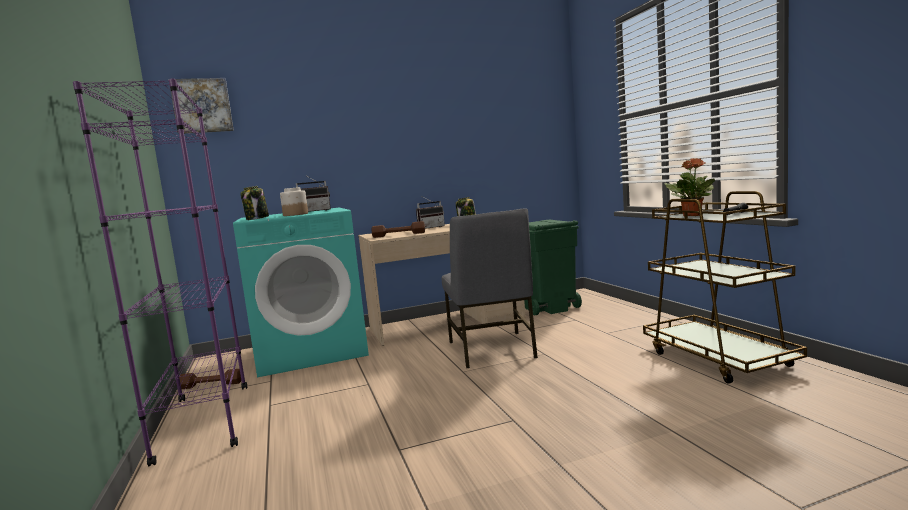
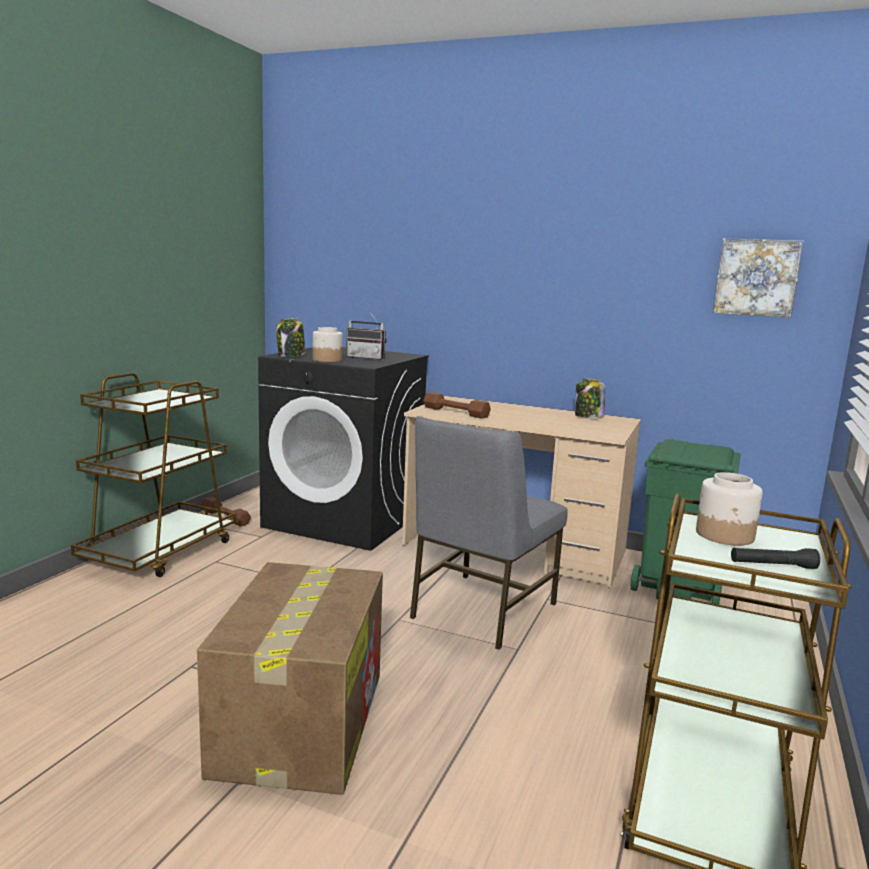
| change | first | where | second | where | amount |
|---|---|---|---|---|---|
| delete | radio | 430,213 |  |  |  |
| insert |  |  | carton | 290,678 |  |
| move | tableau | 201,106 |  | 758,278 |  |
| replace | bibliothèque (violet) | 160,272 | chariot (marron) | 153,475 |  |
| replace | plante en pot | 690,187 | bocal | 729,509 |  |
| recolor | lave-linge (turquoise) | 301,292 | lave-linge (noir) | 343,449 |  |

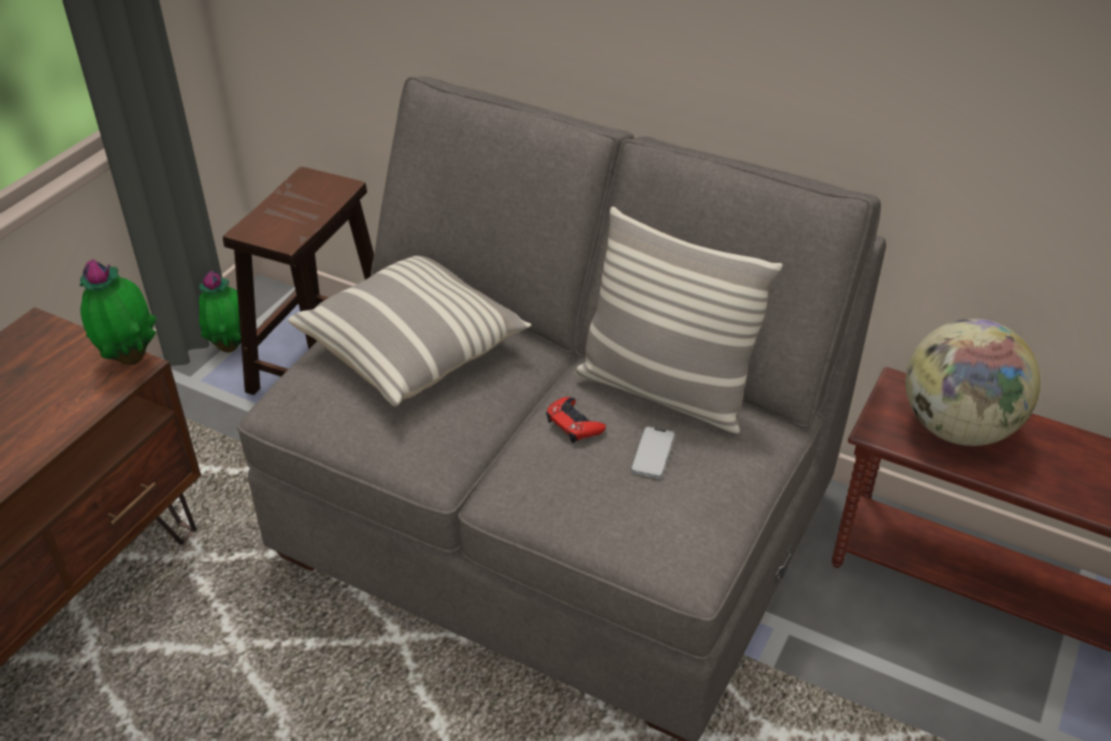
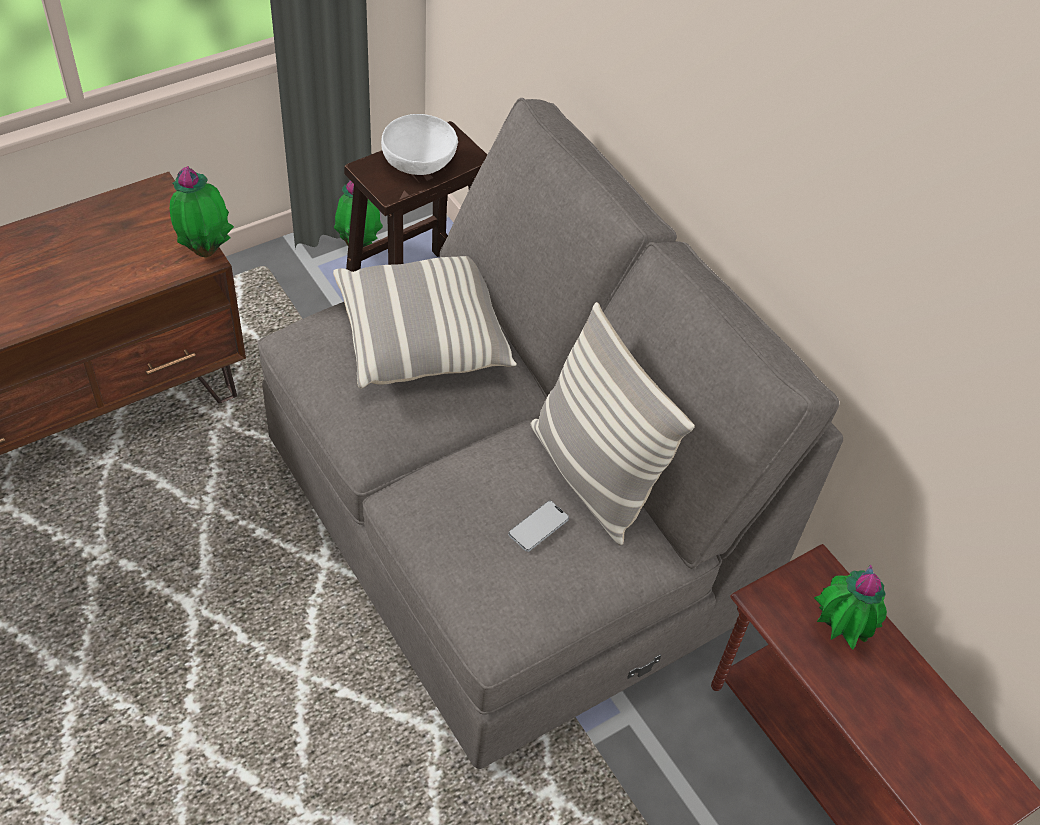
| change | first | where | second | where | amount |
|---|---|---|---|---|---|
| delete | manette (rouge) | 576,420 |  |  |  |
| insert |  |  | bol (blanc) | 419,144 |  |
| replace | globe | 973,382 | plante en pot | 850,607 |  |

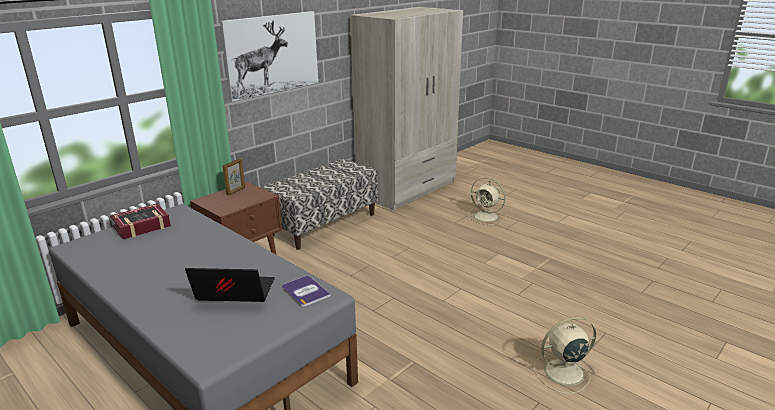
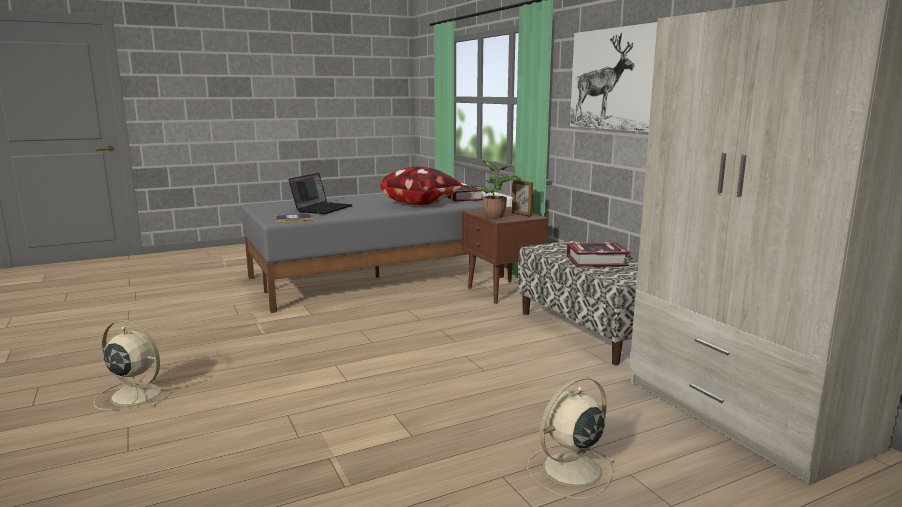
| change | first | where | second | where | amount |
|---|---|---|---|---|---|
| insert |  |  | coussin | 421,186 |  |
| insert |  |  | plante en pot | 496,189 |  |
| insert |  |  | livre | 598,254 |  |
| rotate | ventilateur (beige) | 566,355 |  | 133,365 | 75 degrees counterclockwise |

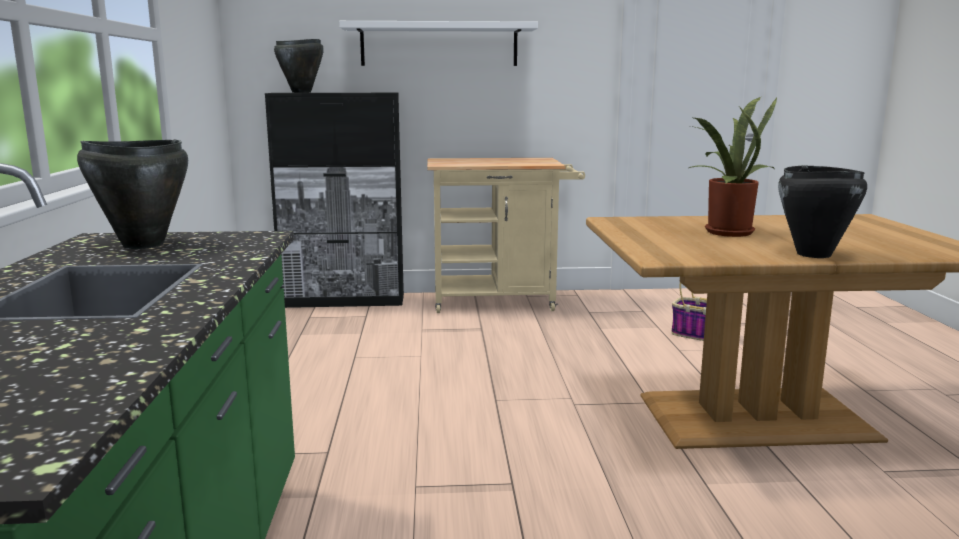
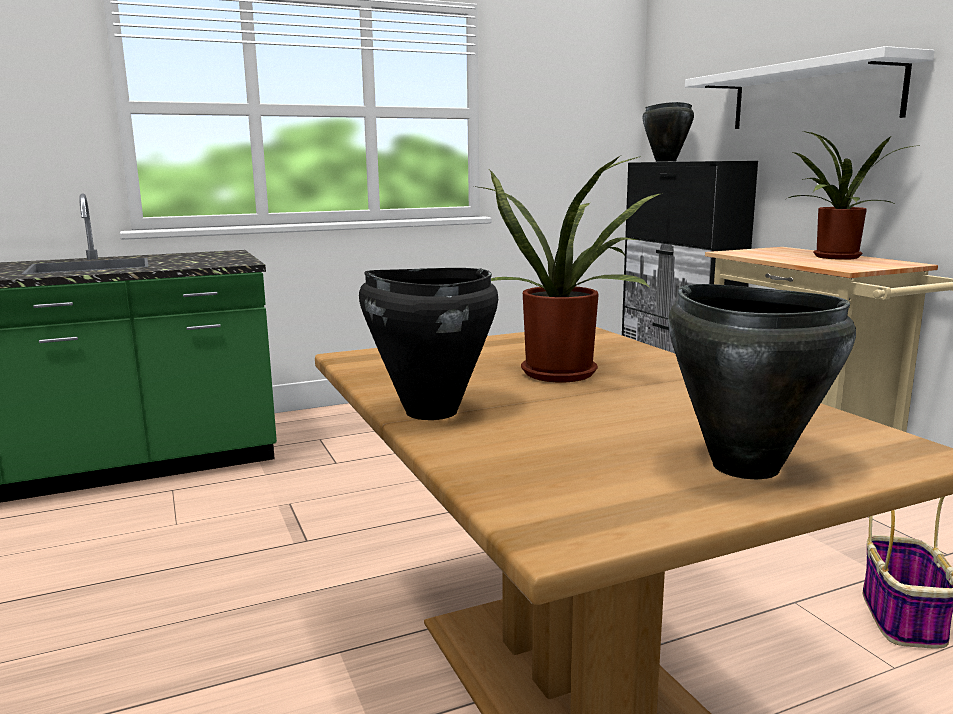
| change | first | where | second | where | amount |
|---|---|---|---|---|---|
| insert |  |  | plante en pot | 854,195 |  |
| move | marmite (noir) | 132,194 |  | 762,381 |  |

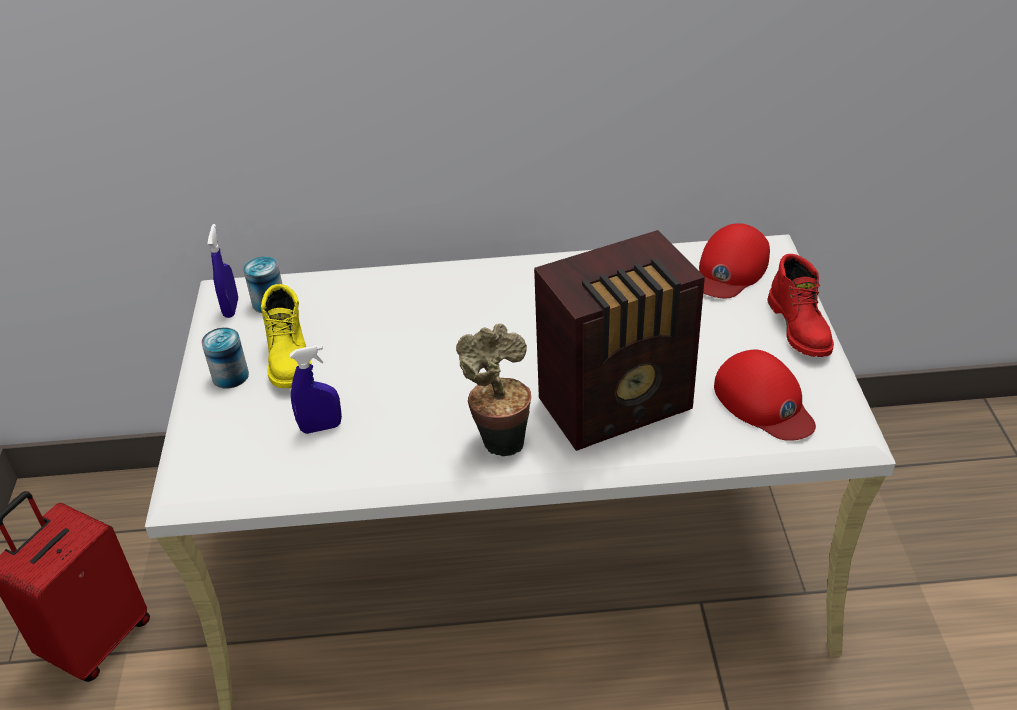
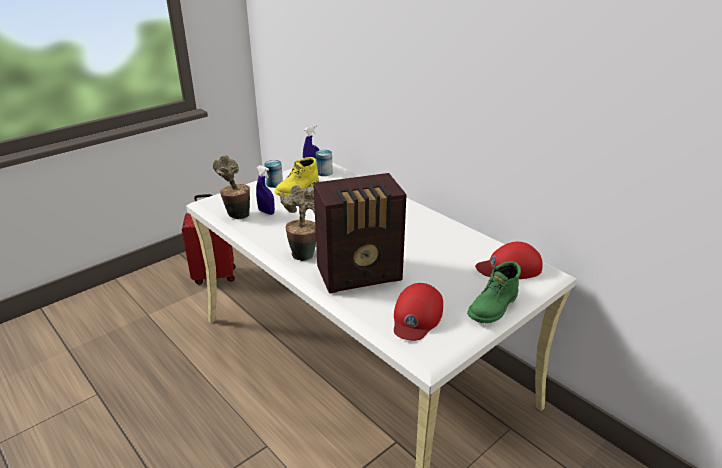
| change | first | where | second | where | amount |
|---|---|---|---|---|---|
| insert |  |  | plante en pot | 231,187 |  |
| recolor | botte (rouge) | 800,305 | botte (vert) | 494,292 |  |
| rotate | radio | 619,340 |  | 360,233 | 45 degrees counterclockwise |

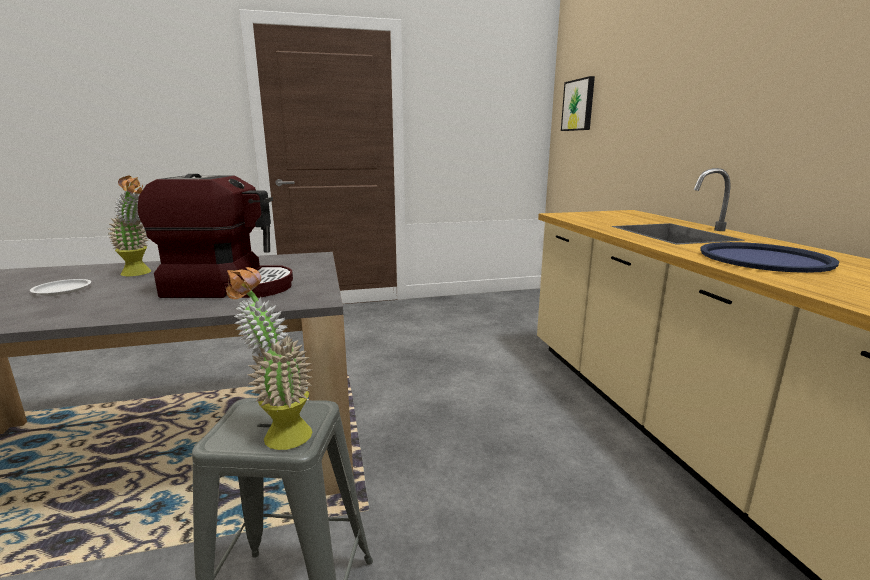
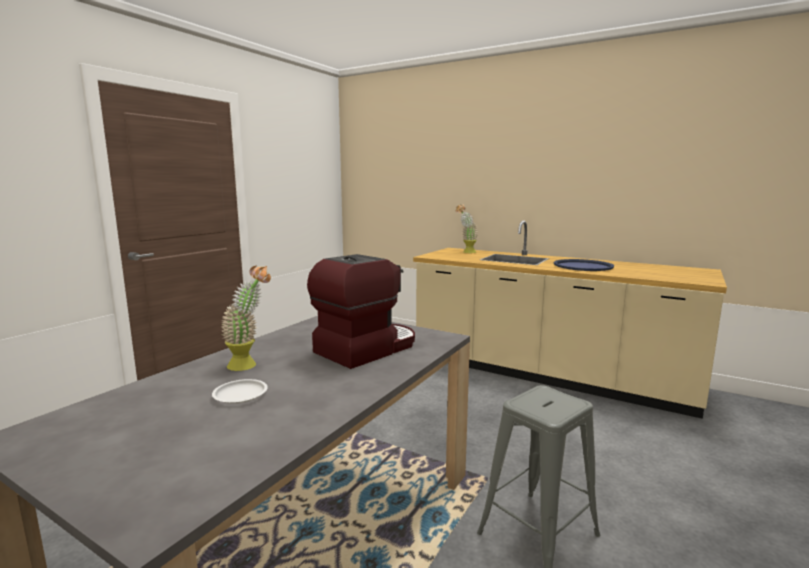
| change | first | where | second | where | amount |
|---|---|---|---|---|---|
| delete | tableau | 578,103 |  |  |  |
| move | plante en pot | 269,358 |  | 467,229 |  |

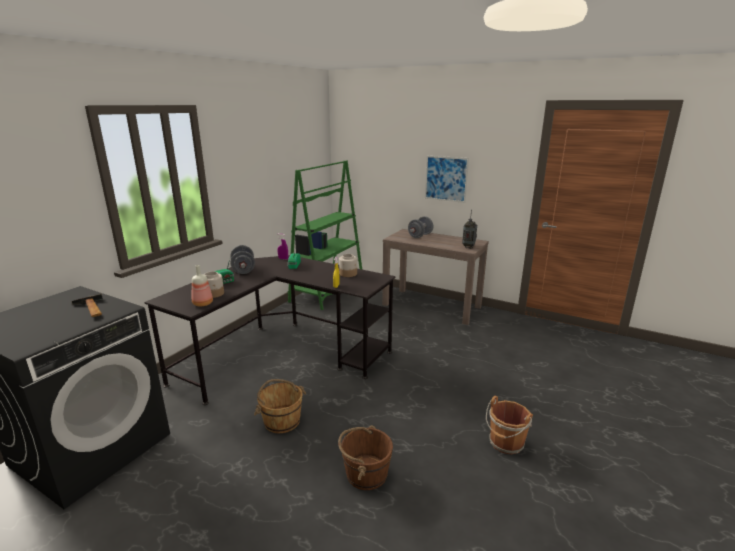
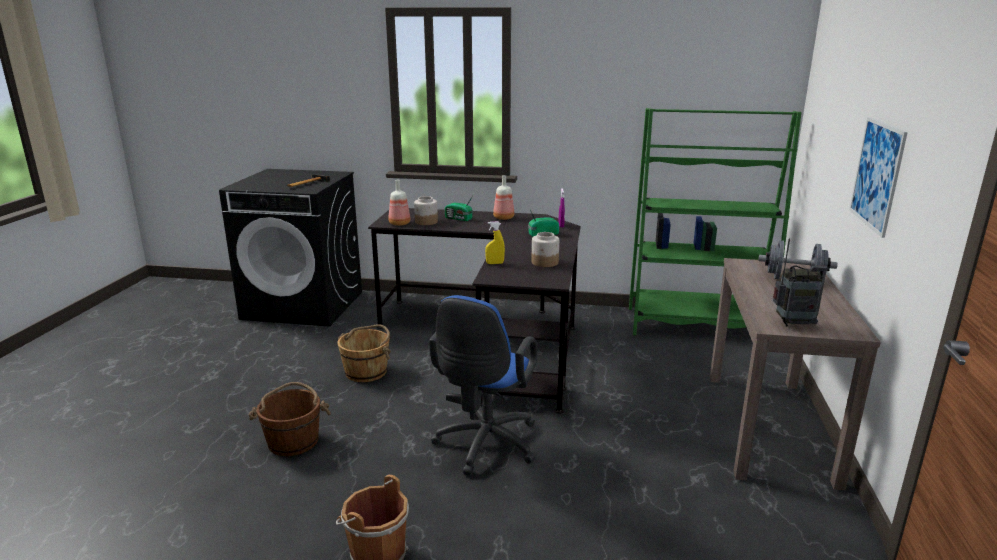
| change | first | where | second | where | amount |
|---|---|---|---|---|---|
| insert |  |  | chaise de bureau (bleu) | 483,385 |  |
| replace | haltère (gris) | 242,259 | bouteille | 503,197 |  |

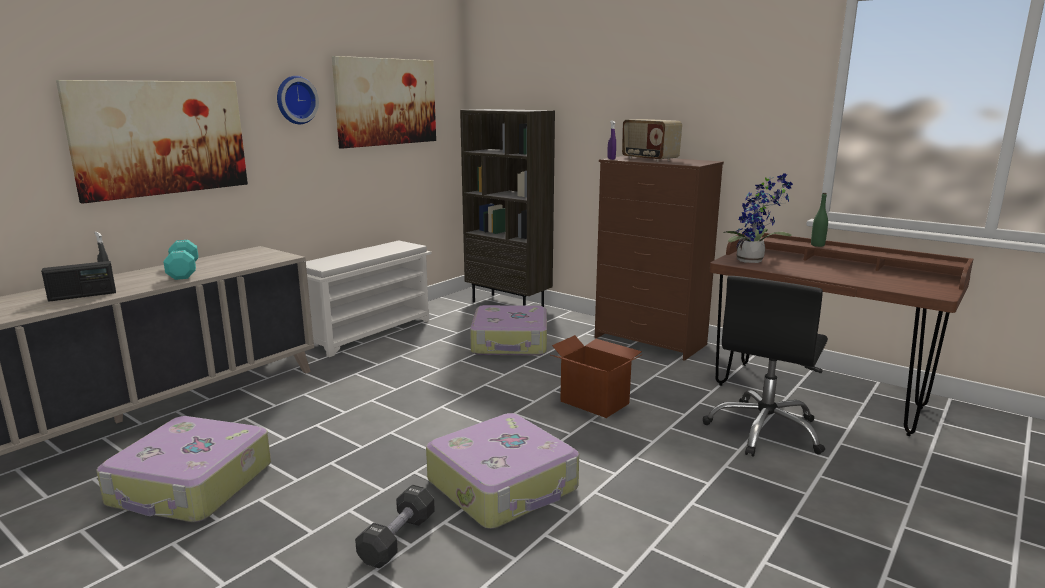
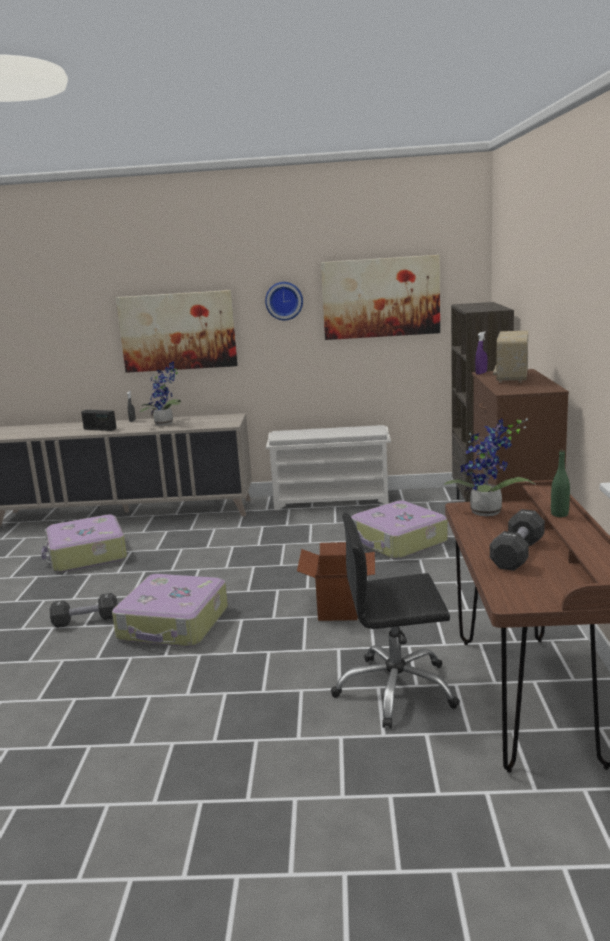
| change | first | where | second | where | amount |
|---|---|---|---|---|---|
| insert |  |  | haltère (noir) | 517,540 |  |
| replace | haltère (turquoise) | 181,260 | plante en pot | 160,393 |  |

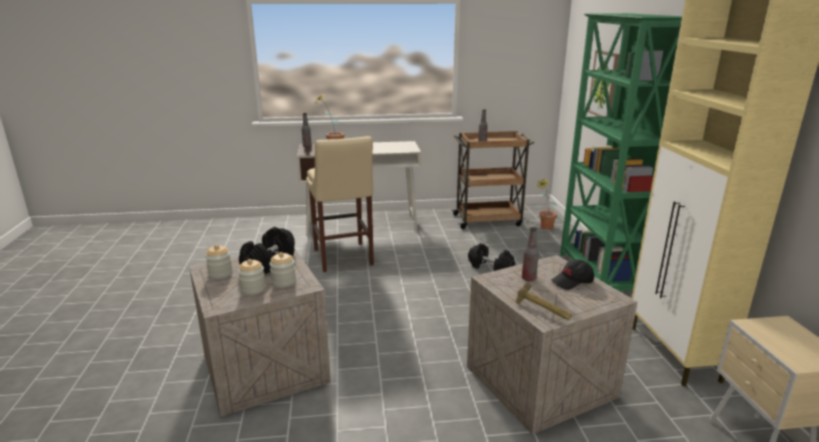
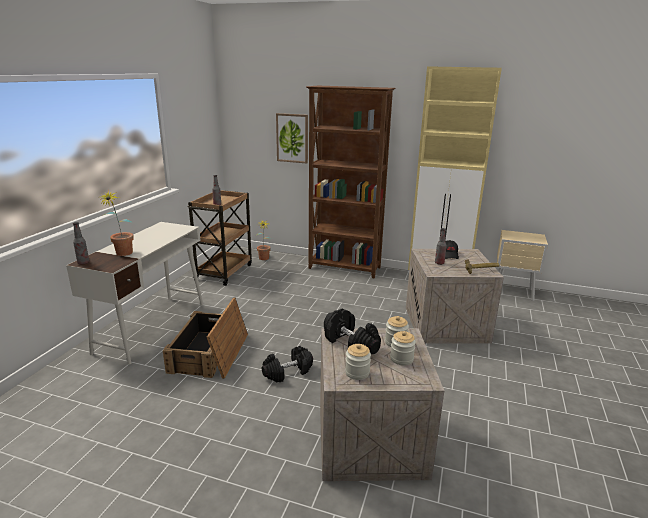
| change | first | where | second | where | amount |
|---|---|---|---|---|---|
| move | haltère (noir) | 491,257 |  | 287,364 |  |
| replace | tabouret (beige) | 340,204 | caisse | 205,338 |  |
| recolor | bibliothèque (vert) | 621,152 | bibliothèque (marron) | 351,182 |  |

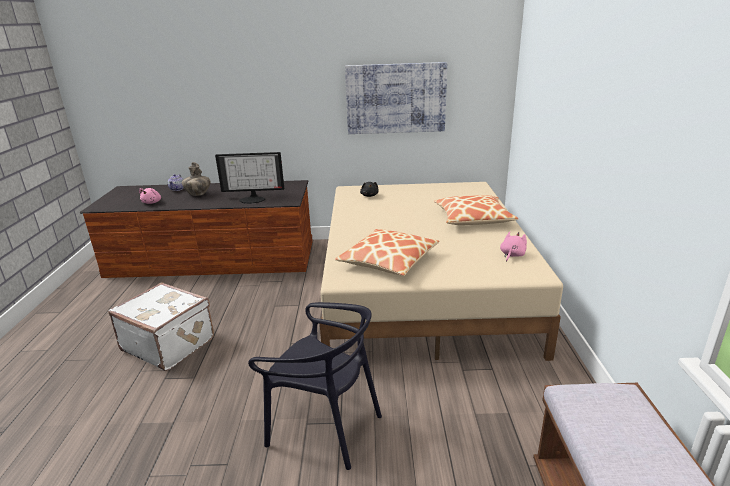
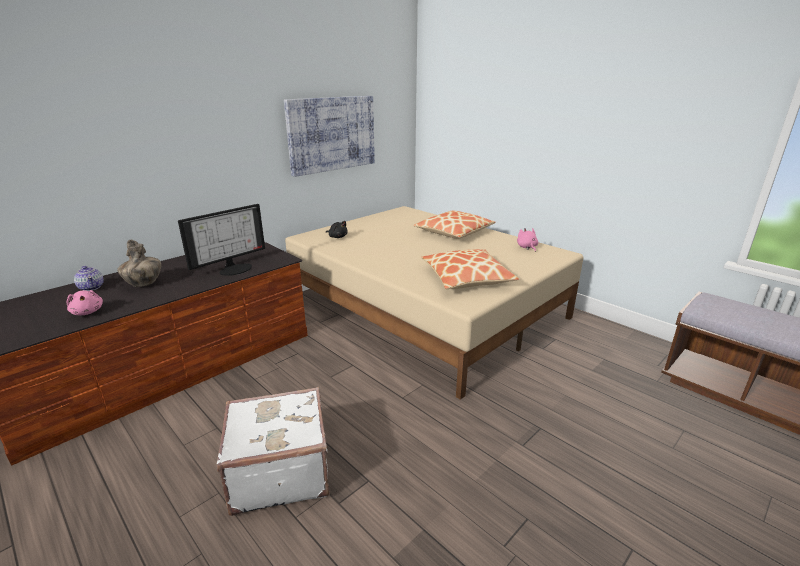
| change | first | where | second | where | amount |
|---|---|---|---|---|---|
| delete | chaise (noir) | 315,386 |  |  |  |

